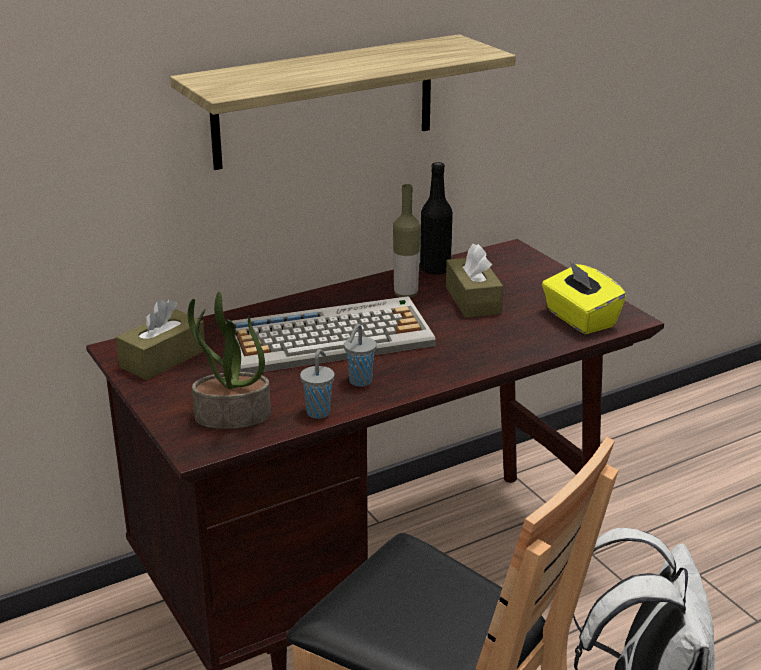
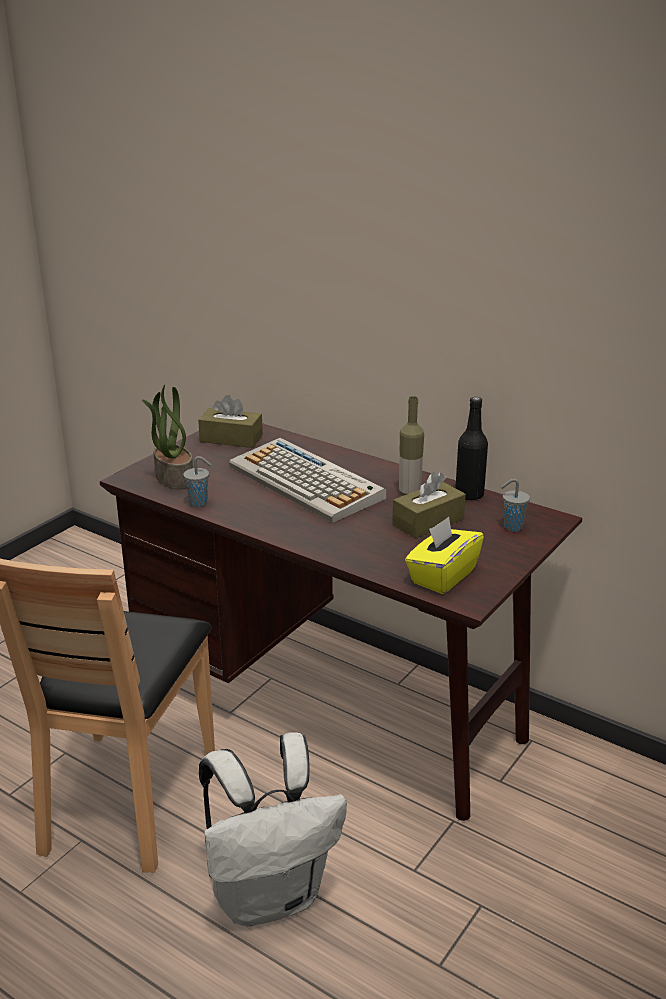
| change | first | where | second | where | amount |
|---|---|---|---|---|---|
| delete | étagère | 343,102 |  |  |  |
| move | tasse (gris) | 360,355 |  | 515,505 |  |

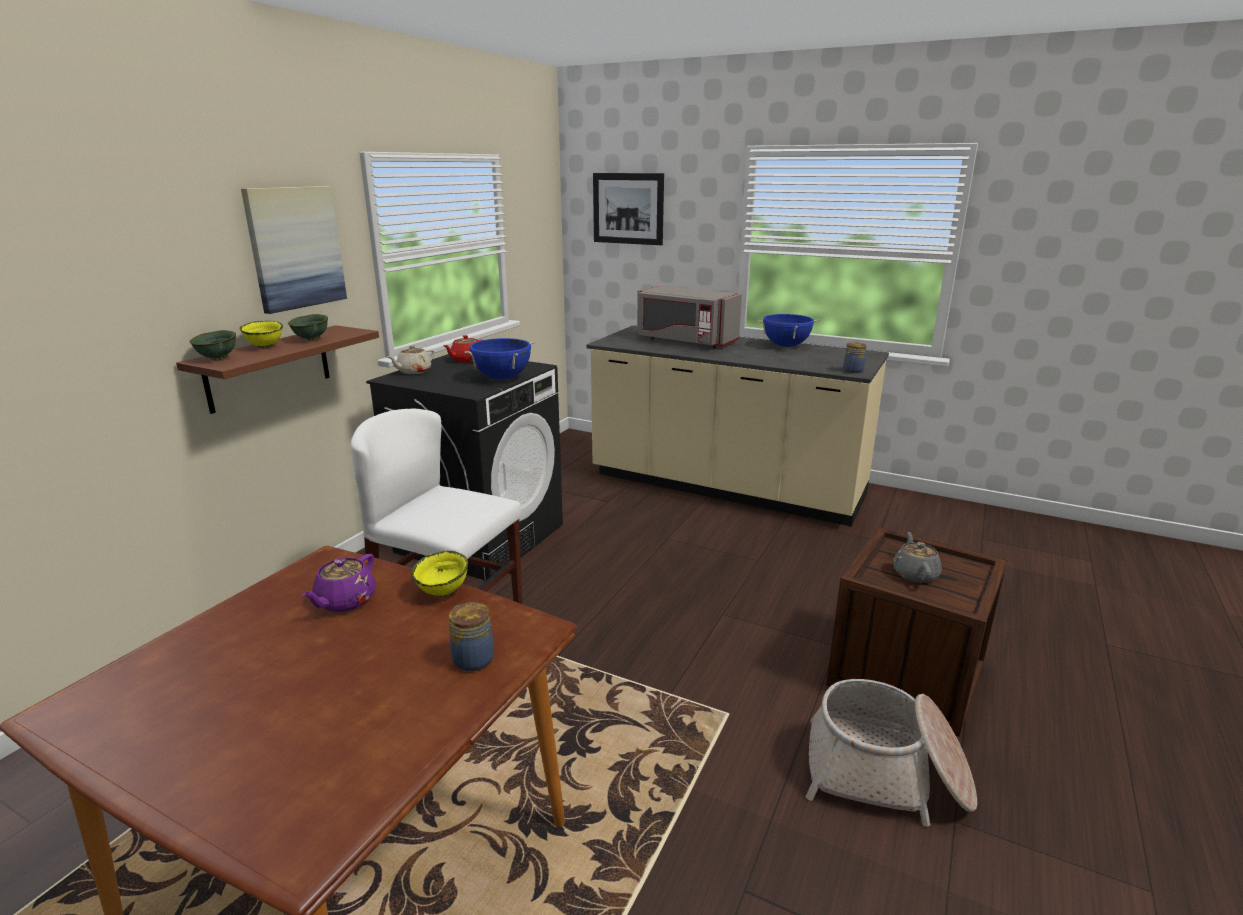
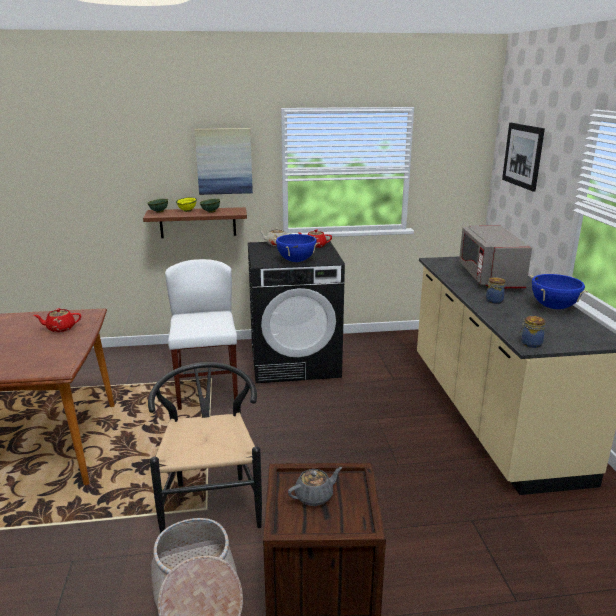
| change | first | where | second | where | amount |
|---|---|---|---|---|---|
| delete | bol (jaune) | 439,574 |  |  |  |
| insert |  |  | chaise (noir) | 205,447 |  |
| move | bocal | 471,636 |  | 495,290 |  |
| recolor | théière (violet) | 339,583 | théière (rouge) | 57,320 |  |

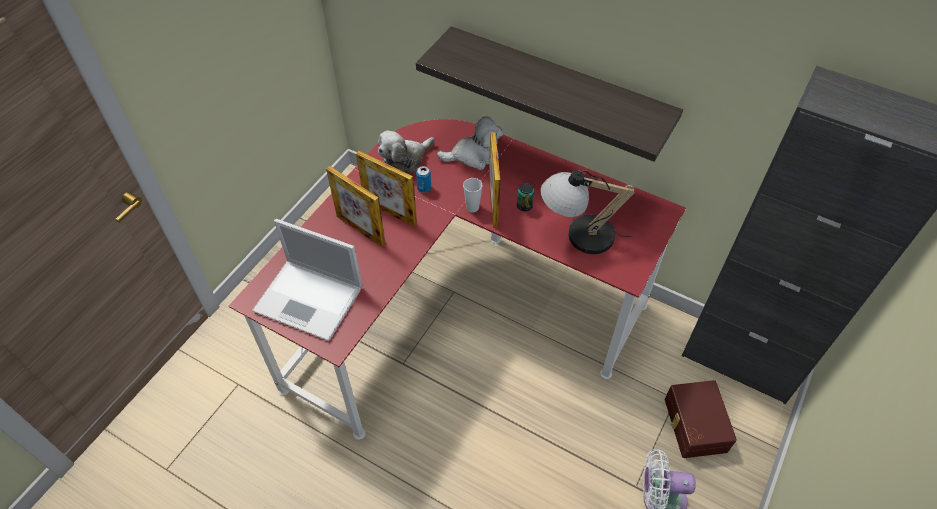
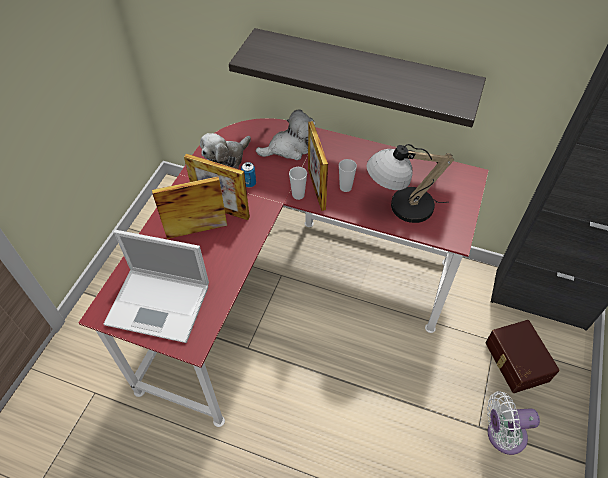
| change | first | where | second | where | amount |
|---|---|---|---|---|---|
| replace | boîte métallique | 525,197 | tasse | 348,175 |  |
| rotate | cadre photo | 356,206 |  | 189,207 | 135 degrees clockwise |

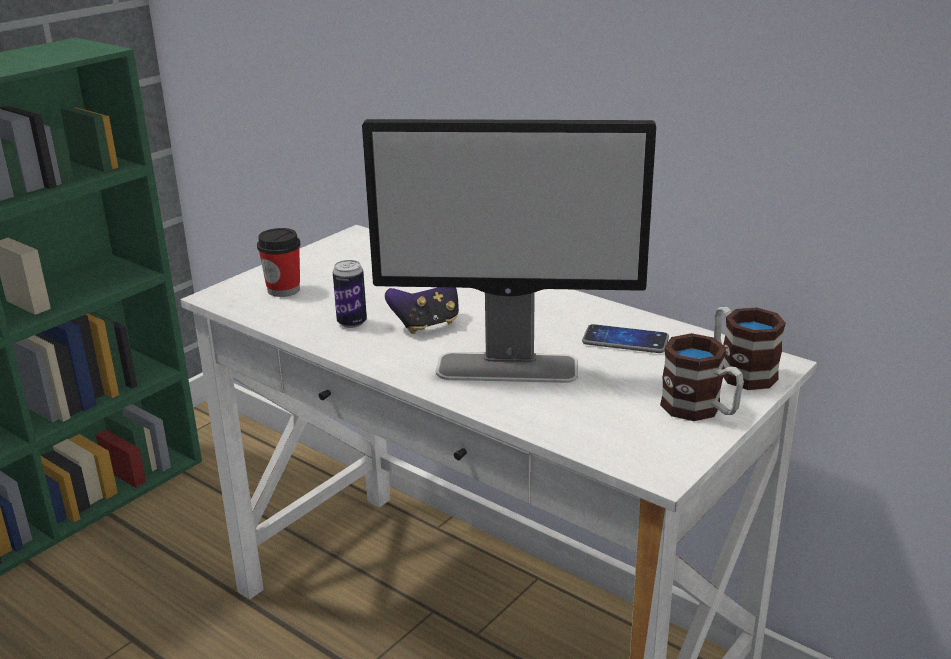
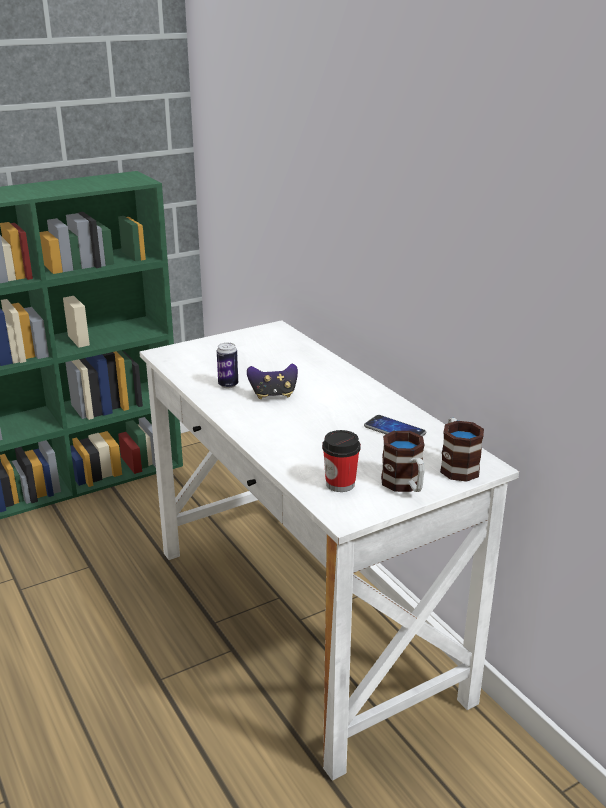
| change | first | where | second | where | amount |
|---|---|---|---|---|---|
| delete | écran d'ordinateur | 509,251 |  |  |  |
| move | tasse | 279,262 |  | 341,461 |  |

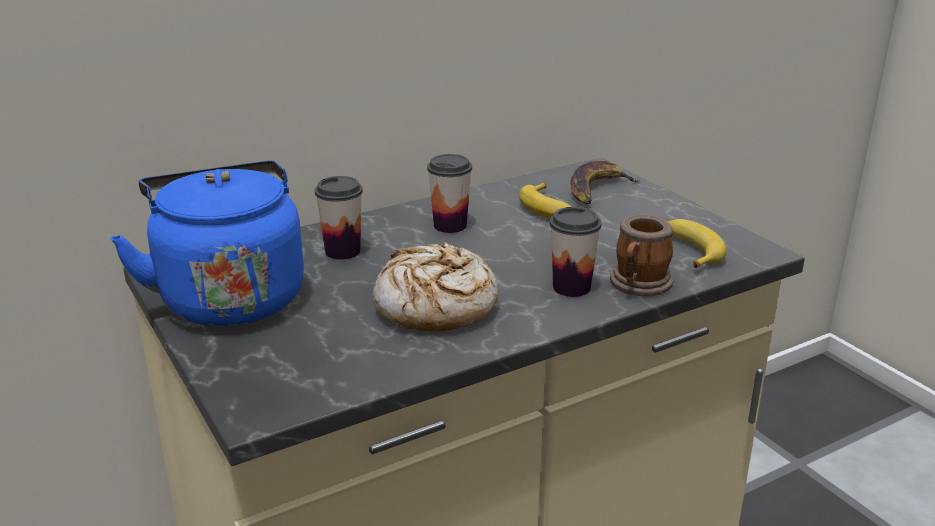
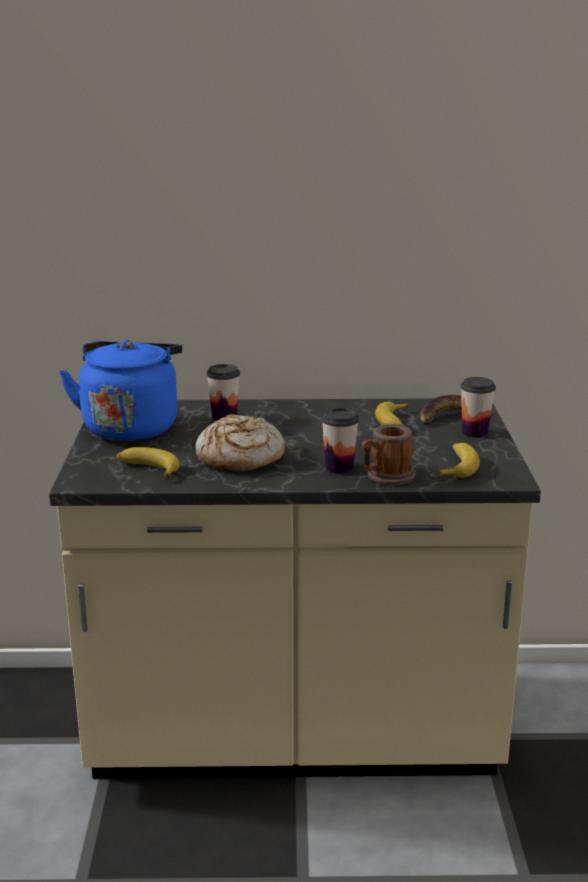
| change | first | where | second | where | amount |
|---|---|---|---|---|---|
| insert |  |  | banane | 148,462 |  |
| move | tasse | 449,193 |  | 478,407 |  |

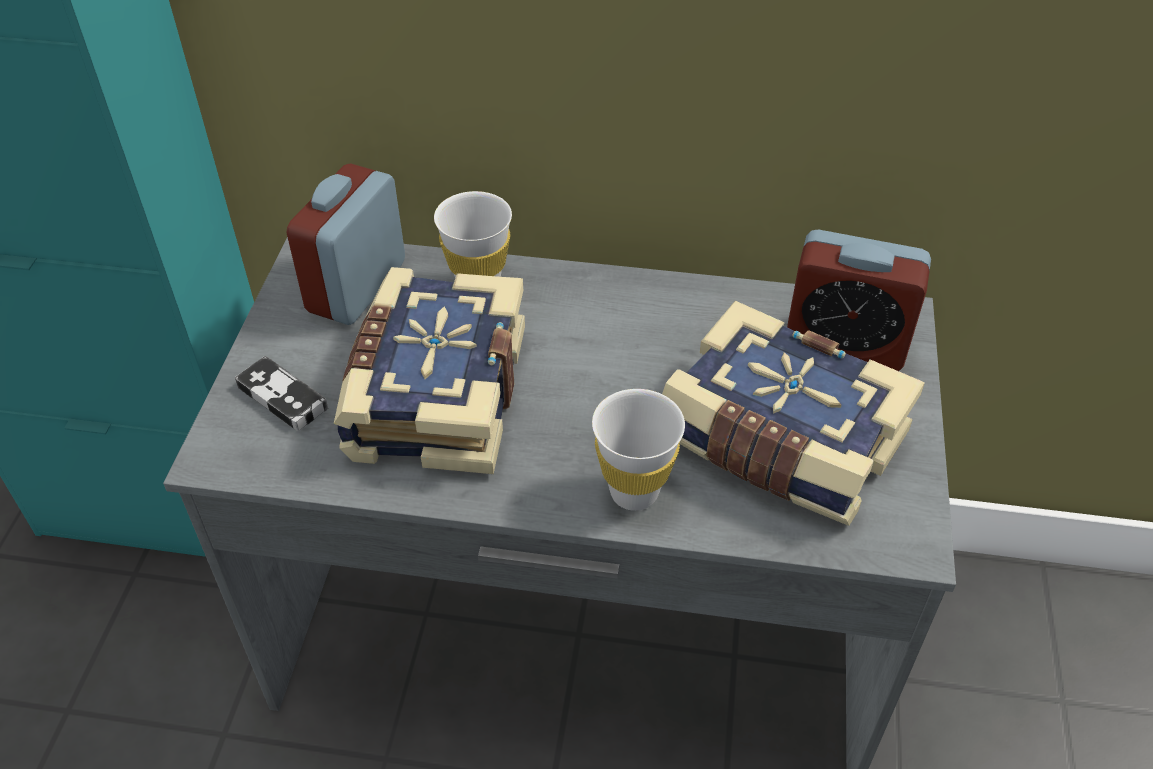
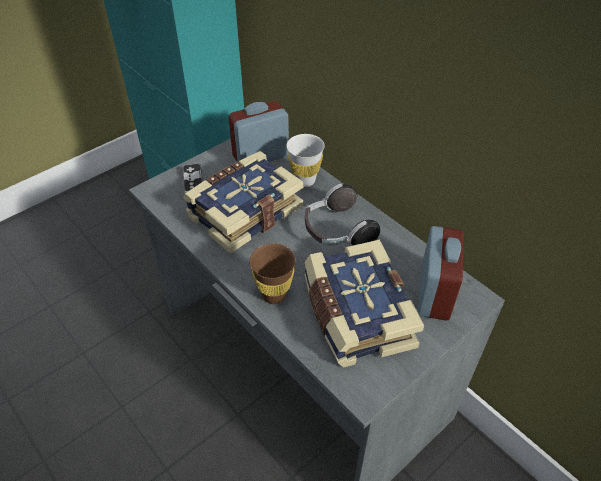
| change | first | where | second | where | amount |
|---|---|---|---|---|---|
| insert |  |  | casque audio | 342,215 |  |
| recolor | tasse (blanc) | 638,450 | tasse (marron) | 272,273 |  |
| rotate | réveil | 859,300 |  | 440,273 | 135 degrees counterclockwise |

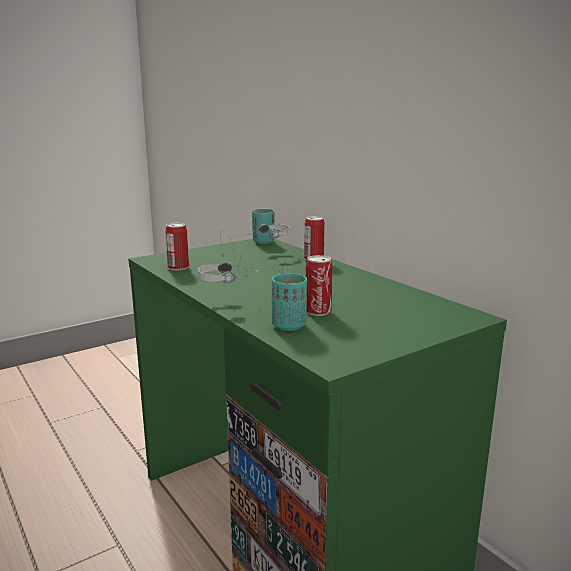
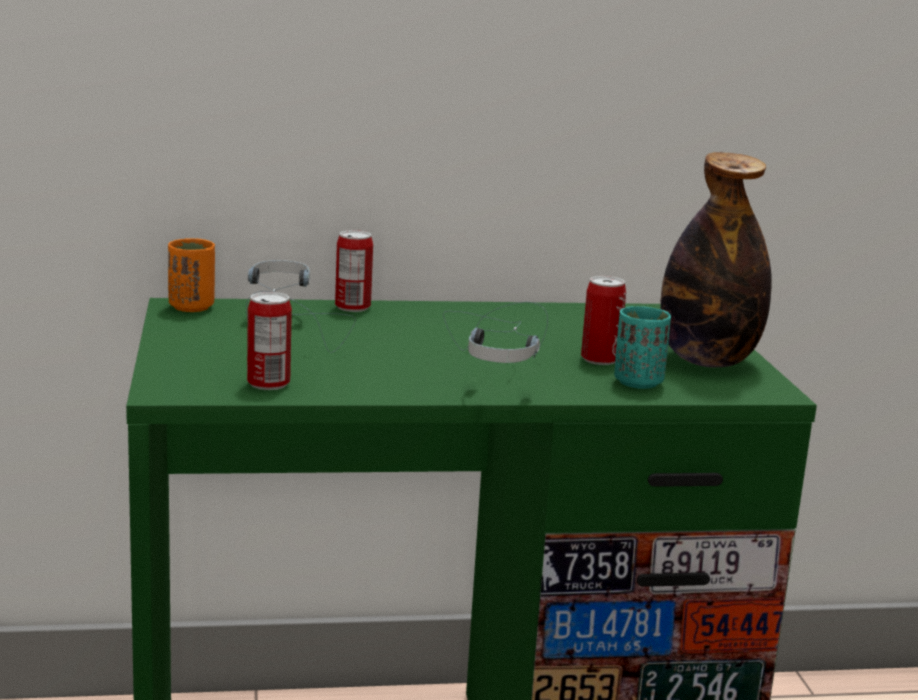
| change | first | where | second | where | amount |
|---|---|---|---|---|---|
| insert |  |  | bouteille | 716,259 |  |
| recolor | tasse (turquoise) | 263,226 | tasse (orange) | 191,275 |  |

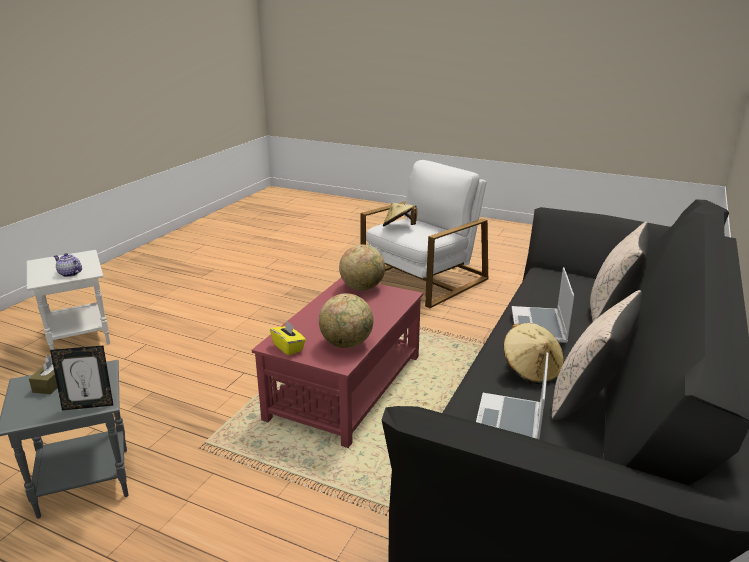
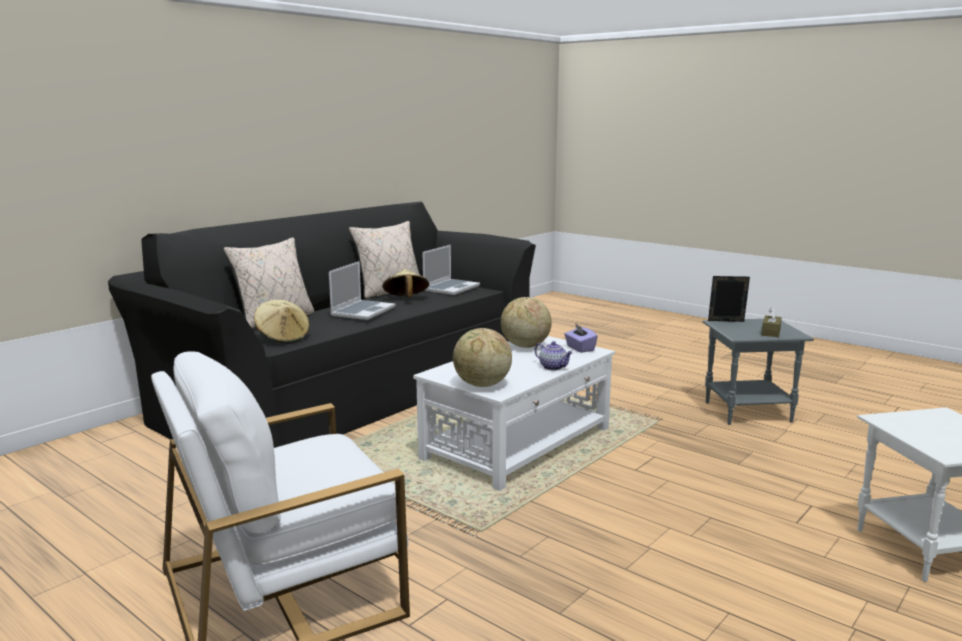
| change | first | where | second | where | amount |
|---|---|---|---|---|---|
| move | théière | 68,265 |  | 553,355 |  |
| move | chapeau (beige) | 400,215 |  | 282,321 |  |
| recolor | table basse (rouge) | 337,363 | table basse (blanc) | 514,413 |  |
| recolor | boîte à mouchoirs (jaune) | 288,338 | boîte à mouchoirs (violet) | 581,338 |  |

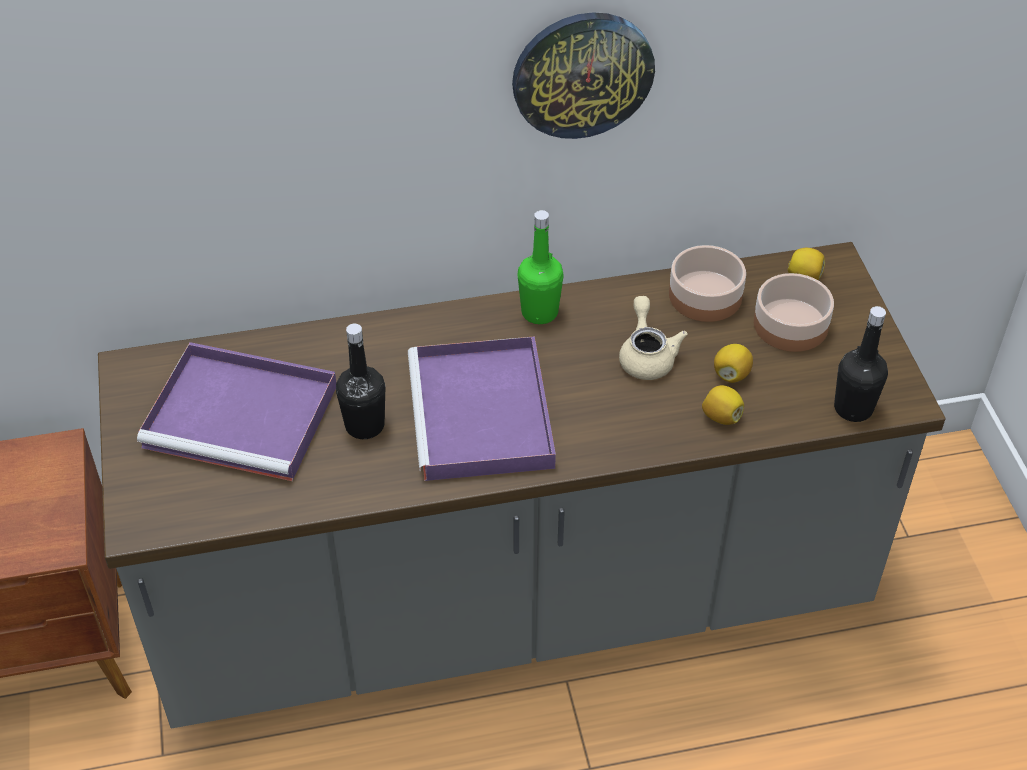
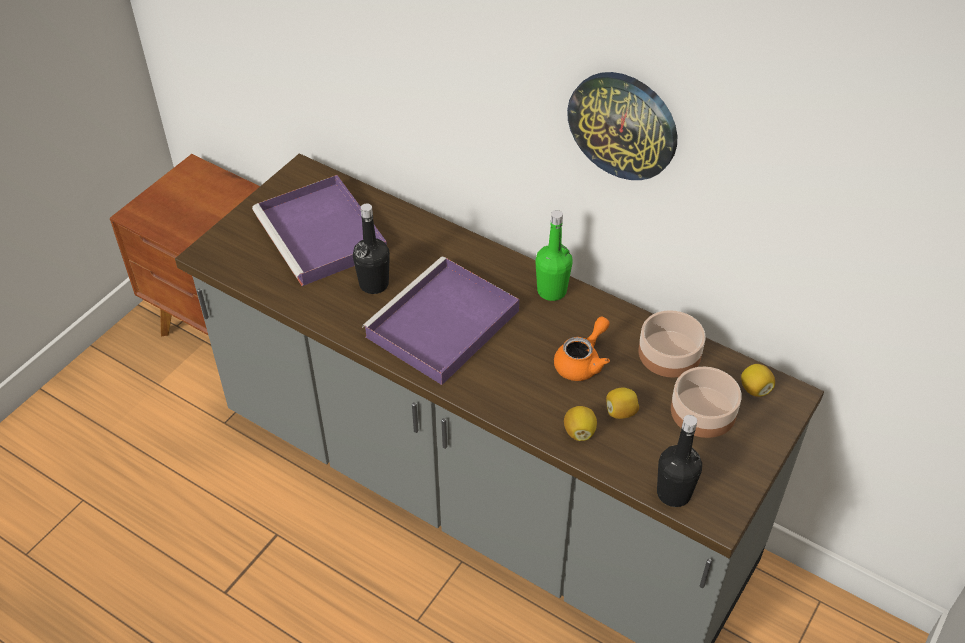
| change | first | where | second | where | amount |
|---|---|---|---|---|---|
| recolor | théière (beige) | 653,338 | théière (orange) | 582,349 |  |

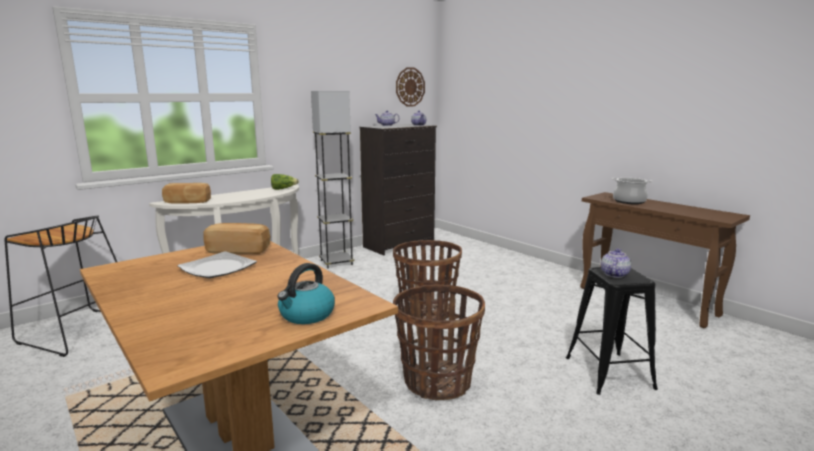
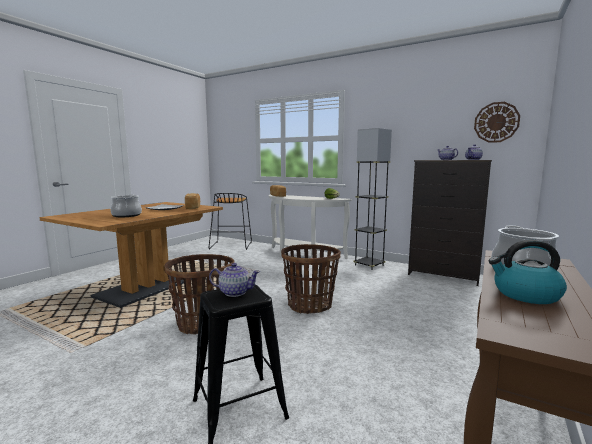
| change | first | where | second | where | amount |
|---|---|---|---|---|---|
| insert |  |  | marmite | 126,205 |  |
| move | bouilloire | 306,293 |  | 528,272 |  |

